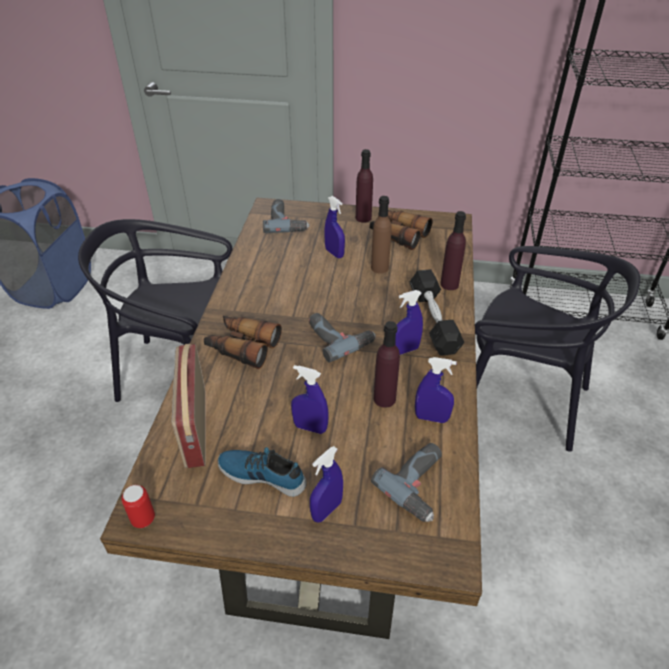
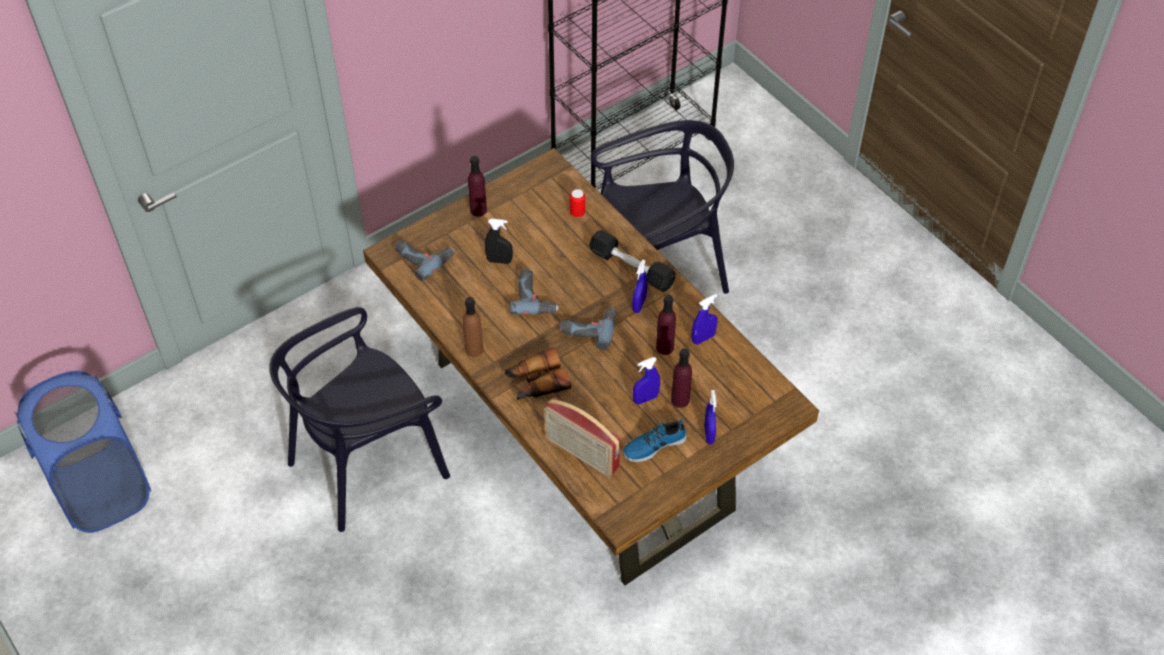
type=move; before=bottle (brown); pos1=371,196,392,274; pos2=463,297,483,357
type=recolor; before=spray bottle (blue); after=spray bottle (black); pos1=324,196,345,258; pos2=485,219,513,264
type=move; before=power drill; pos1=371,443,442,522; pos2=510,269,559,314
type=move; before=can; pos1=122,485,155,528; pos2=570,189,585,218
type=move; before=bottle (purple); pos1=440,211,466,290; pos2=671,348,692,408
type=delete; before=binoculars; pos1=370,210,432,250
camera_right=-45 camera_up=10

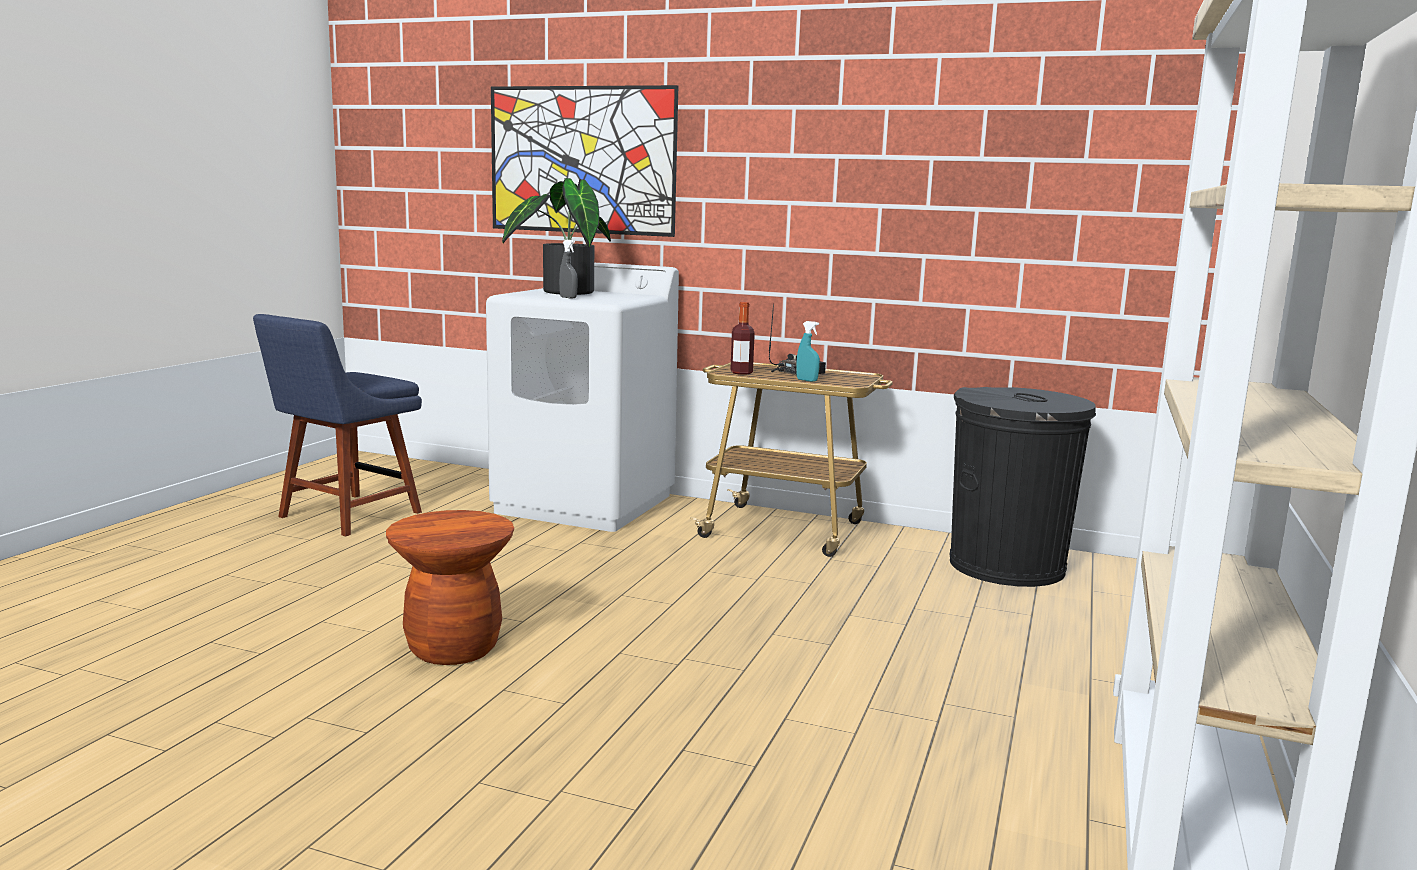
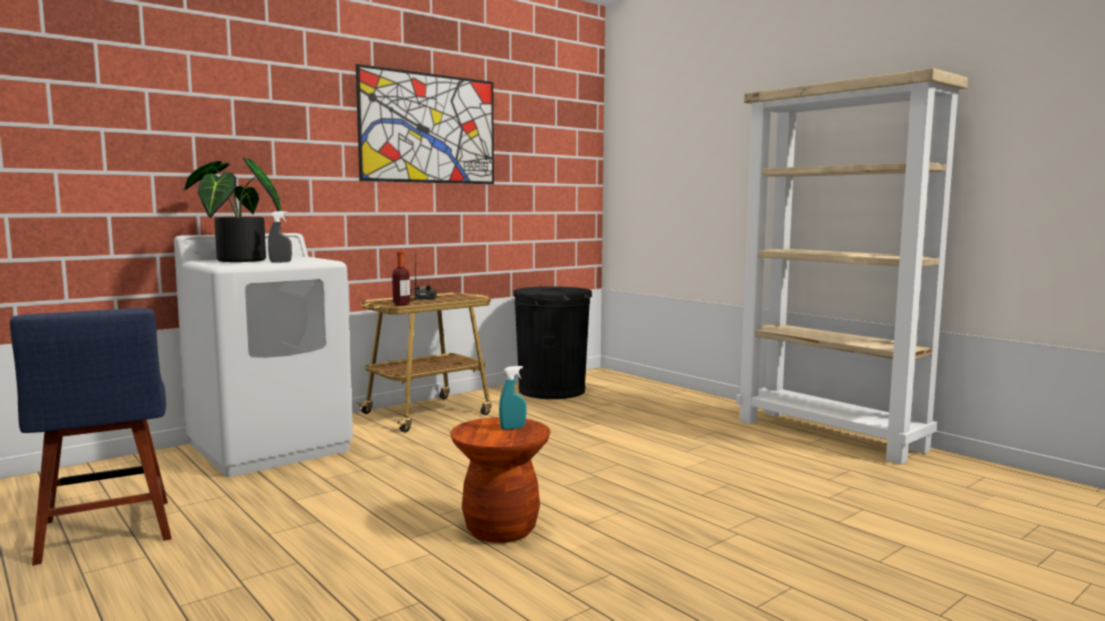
type=move; before=picture; pos1=491,85,678,237; pos2=356,64,494,184
type=move; before=spray bottle (turquoise); pos1=796,321,820,382; pos2=499,366,526,430
camera_right=-60 camera_up=-5

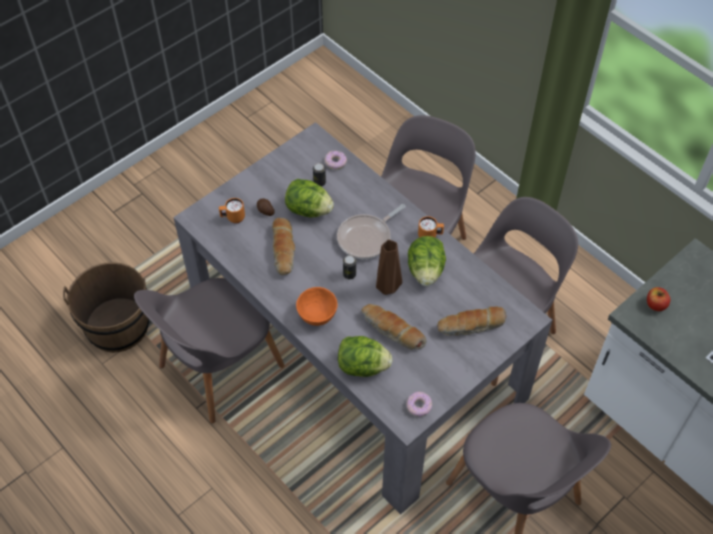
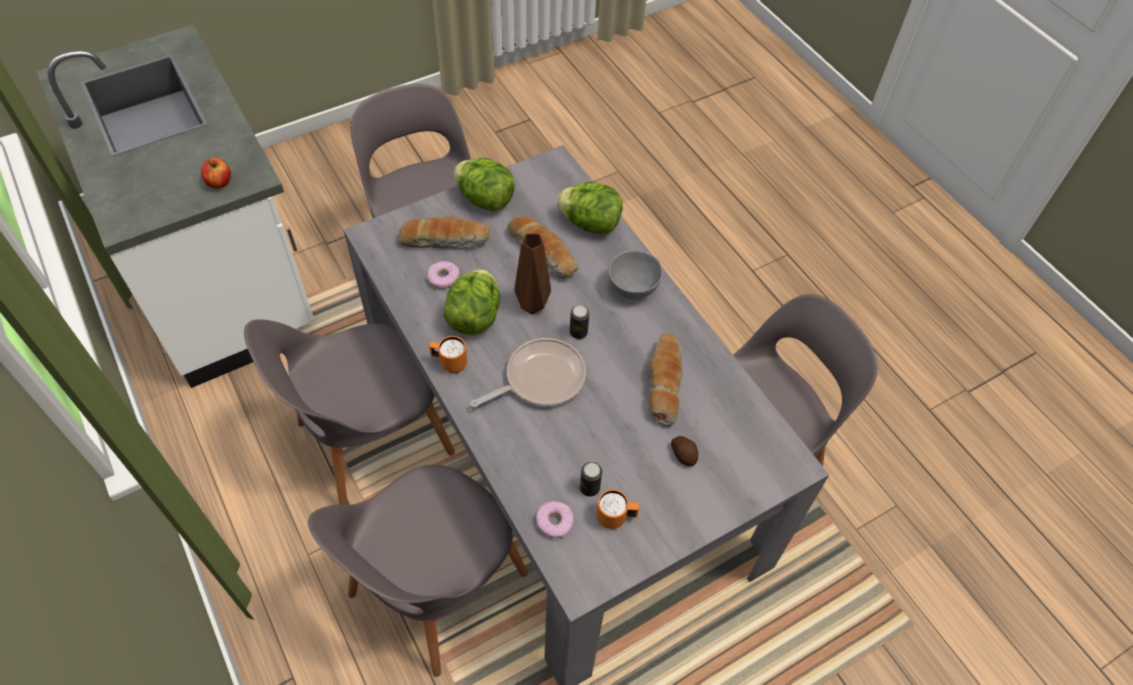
type=move; before=donut; pos1=406,392,432,417; pos2=427,261,459,289
type=move; before=lettuce; pos1=285,179,334,217; pos2=454,158,515,212
type=move; before=mug (orange); pos1=219,198,245,223; pos2=597,489,639,529
type=recolor; before=bowl (orange); after=bowl (grey); pos1=296,287,337,326; pos2=609,250,663,299
type=delete; before=bucket (brown); pos1=63,262,149,353
camera_right=-170 camera_up=0

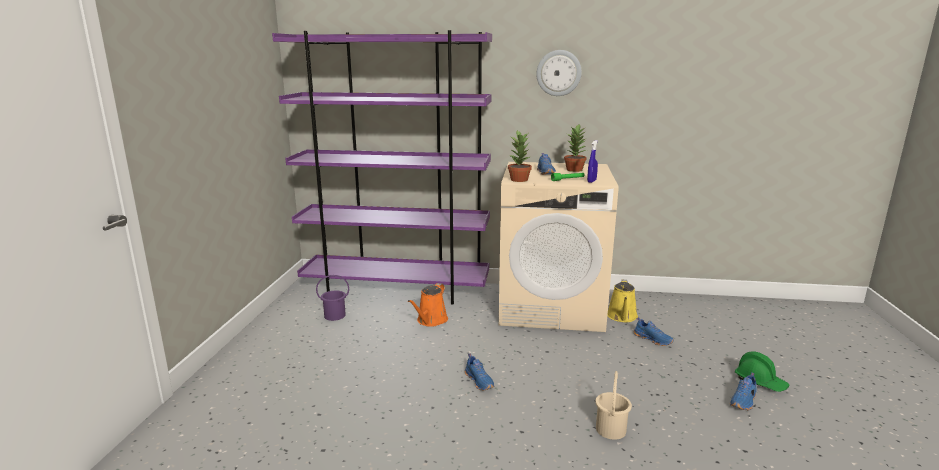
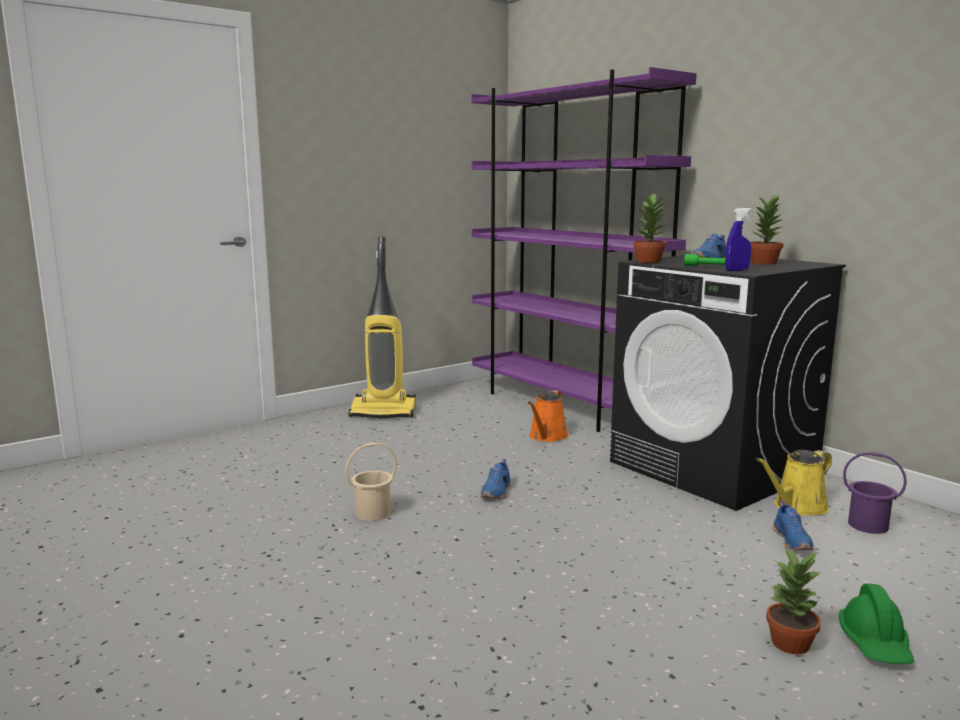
type=move; before=bucket (beige); pos1=595,371,632,440; pos2=346,443,397,521
type=insert; after=vacuum cleaner; pos2=348,236,416,419
type=rotate; before=watering can (orange); pos1=408,283,448,327; pos2=528,390,569,442; turn=-45
type=recolor; before=washing machine (beige); after=washing machine (black); pos1=499,162,619,332; pos2=610,255,846,511
type=replace; before=shoe (blue); after=potted plant; pos1=730,373,757,410; pos2=766,547,821,655
type=move; before=bucket (purple); pos1=316,275,349,321; pos2=843,452,907,534
type=delete; before=wall clock; pos1=536,50,582,96
camera_right=45 camera_up=-5

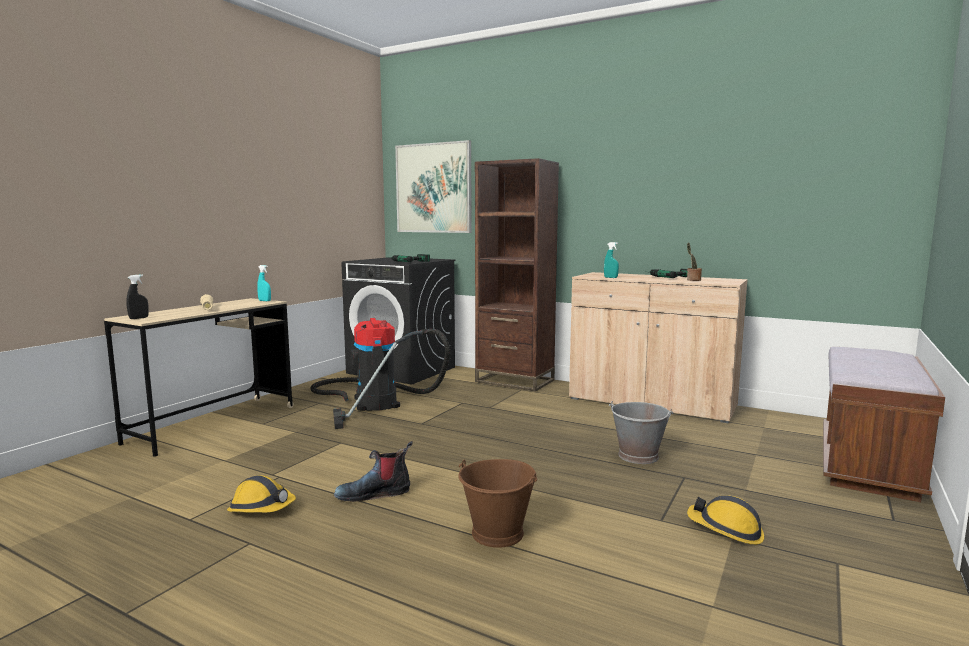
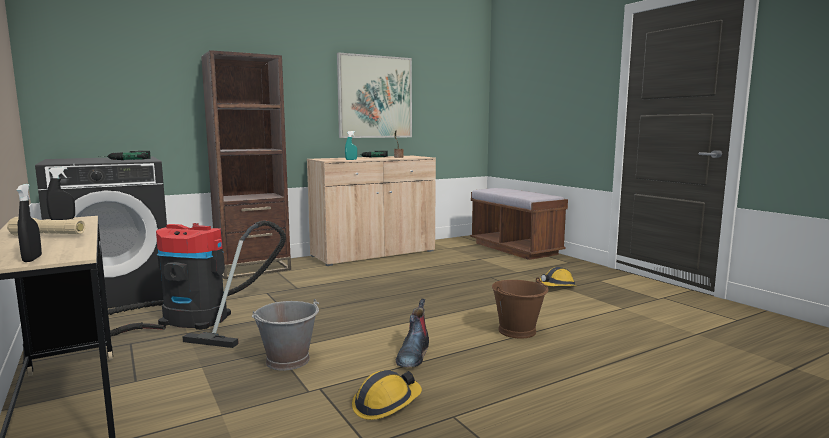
type=recolor; before=spray bottle (turquoise); after=spray bottle (black); pos1=257,265,271,301; pos2=46,167,75,220
type=move; before=bucket (grey); pos1=609,401,673,464; pos2=252,299,319,371
type=move; before=picture; pos1=395,140,472,233; pos2=337,52,412,138
camera_right=-60 camera_up=0

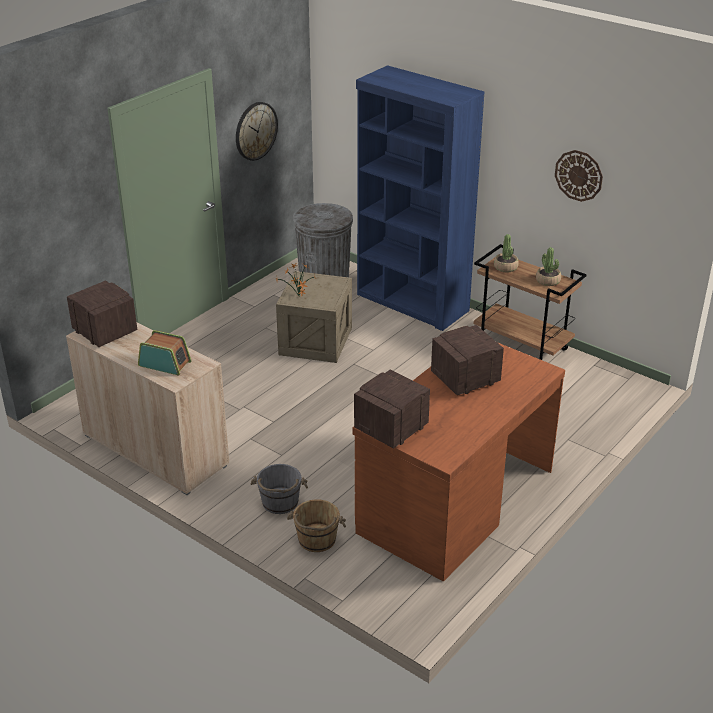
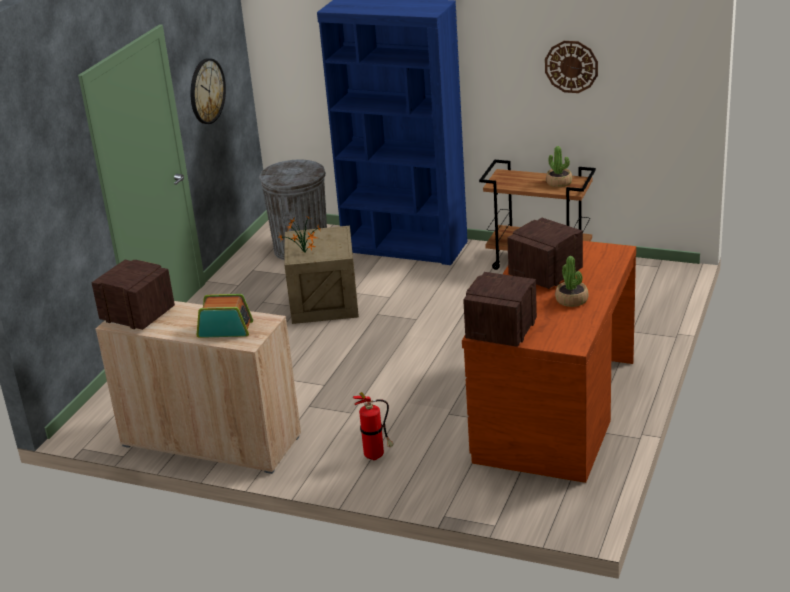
type=replace; before=bucket (grey); after=fire extinguisher; pos1=251,464,308,514; pos2=353,392,394,461
type=move; before=potted plant; pos1=494,234,519,272; pos2=555,256,589,307
type=delete; before=bucket (brown); pos1=287,499,346,552
camera_right=-15 camera_up=-5

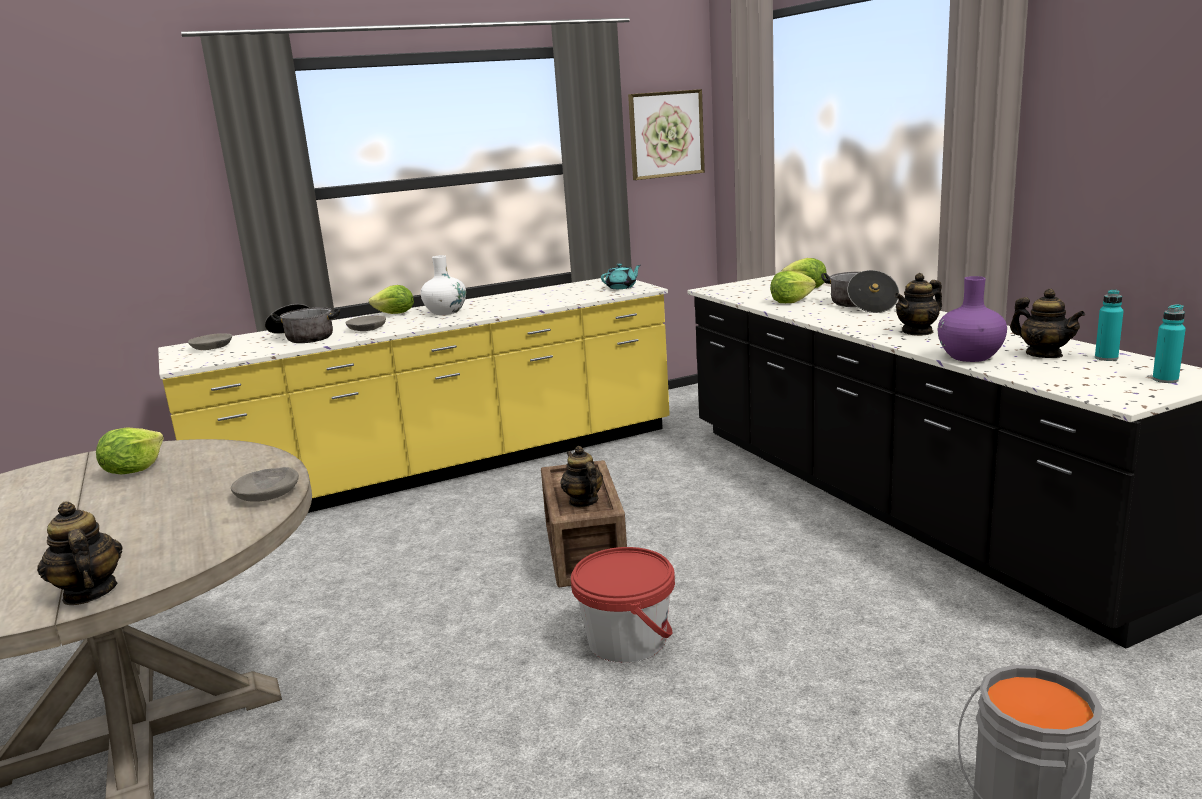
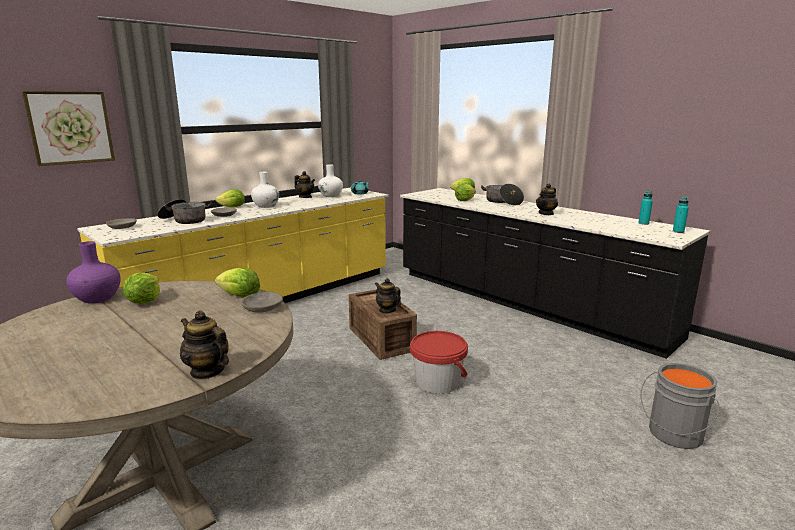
type=move; before=picture; pos1=628,89,705,180; pos2=22,91,115,166
type=move; before=vase (purple); pos1=938,276,1007,362; pos2=66,241,121,303
type=insert; after=lettuce; pos2=215,268,260,297
type=move; before=teapot; pos1=1010,289,1085,358; pos2=294,171,315,198
type=insert; after=vase (white); pos2=318,164,343,197
camera_right=-20 camera_up=0

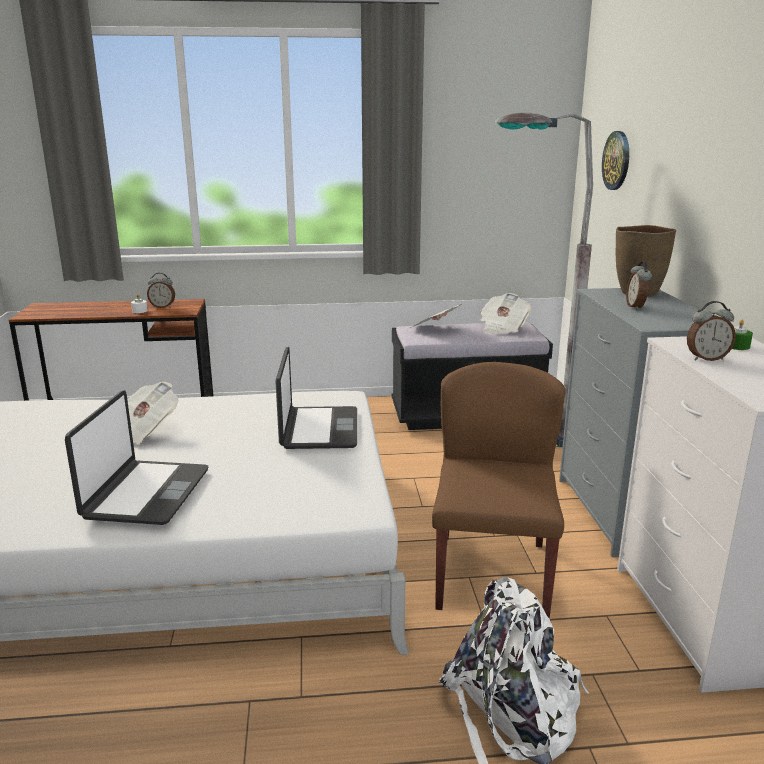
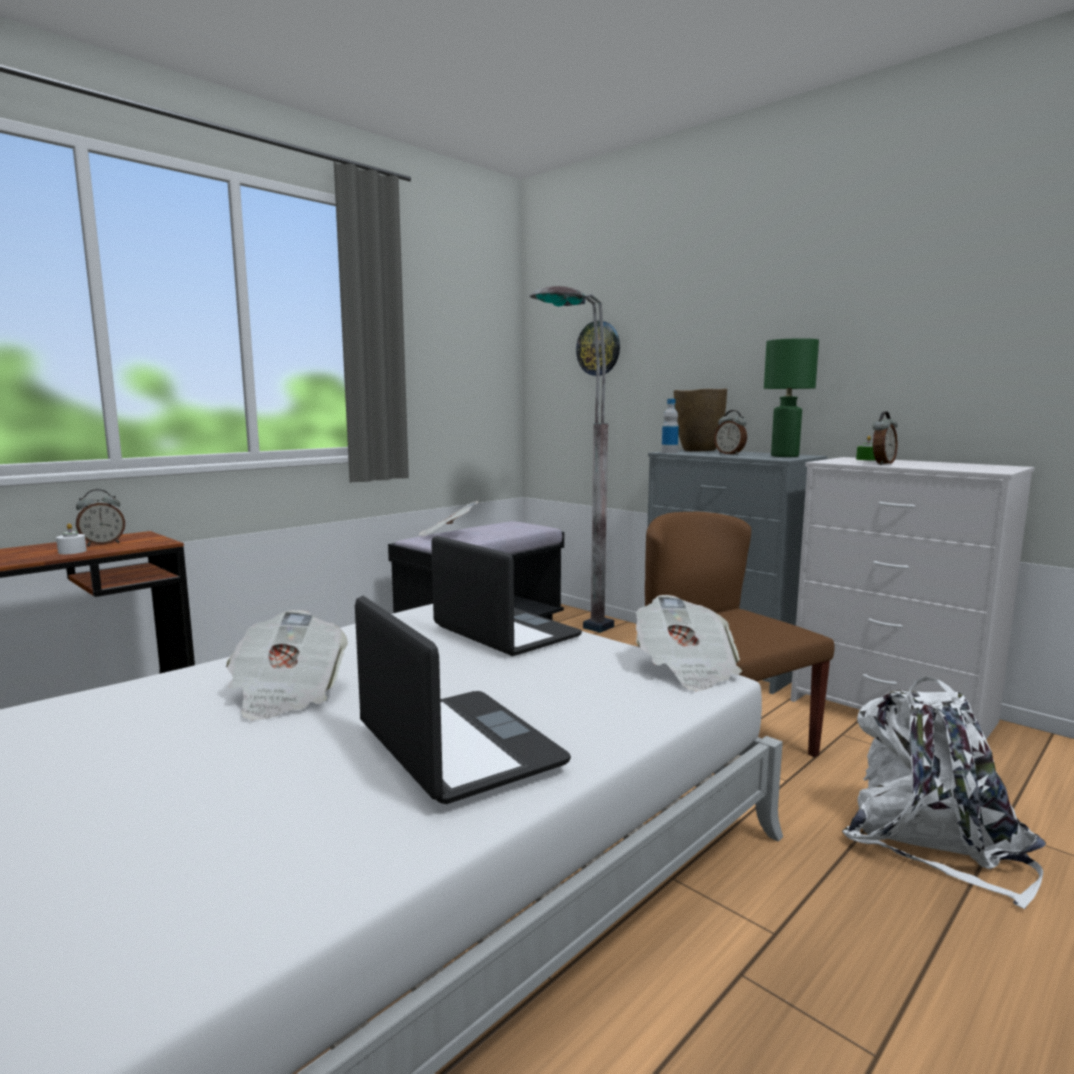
type=move; before=newspaper; pos1=480,293,532,334; pos2=636,595,742,692
type=insert; after=bottle; pos2=662,399,679,453
type=insert; after=table lamp (green); pos2=764,338,819,457
camera_right=-40 camera_up=-10

